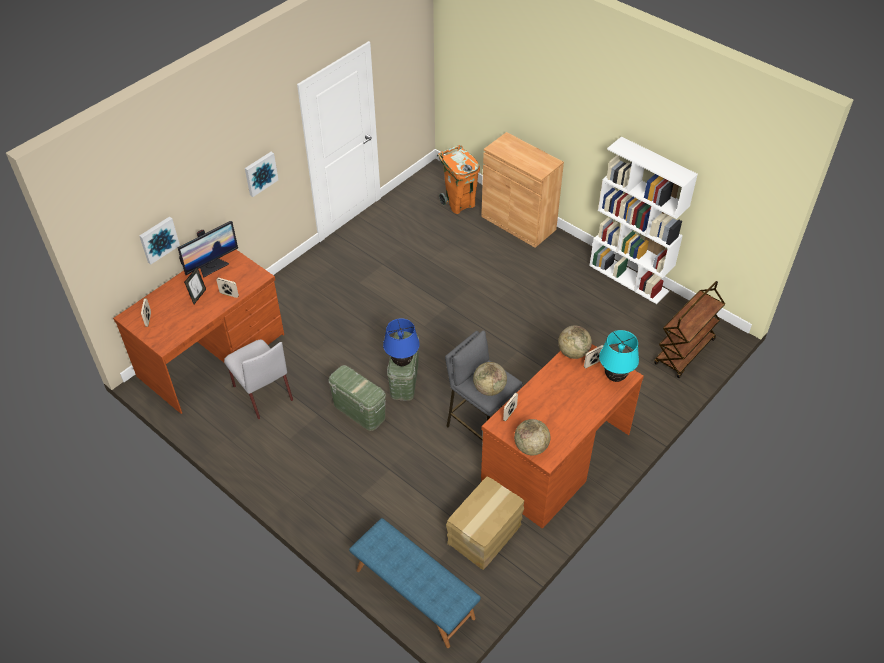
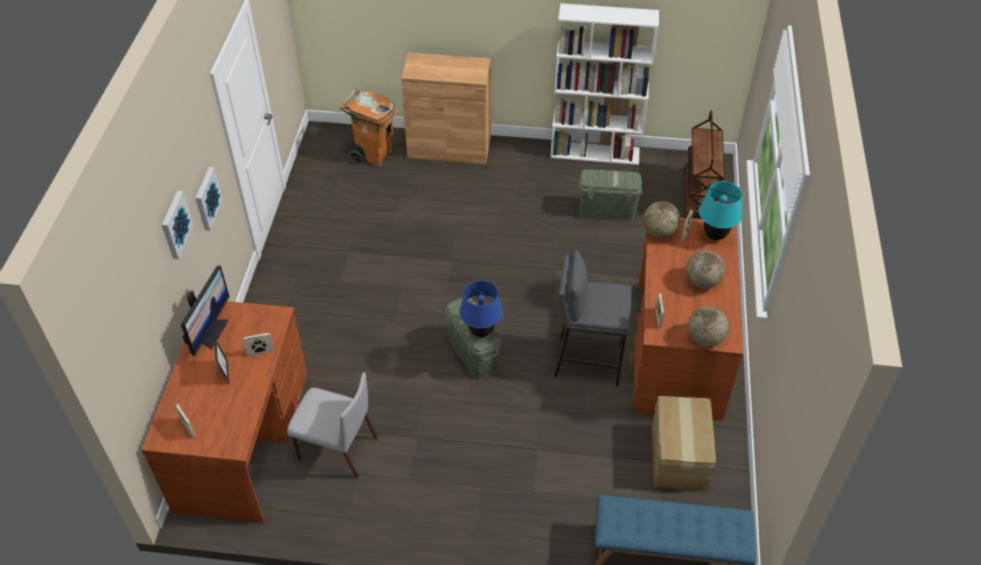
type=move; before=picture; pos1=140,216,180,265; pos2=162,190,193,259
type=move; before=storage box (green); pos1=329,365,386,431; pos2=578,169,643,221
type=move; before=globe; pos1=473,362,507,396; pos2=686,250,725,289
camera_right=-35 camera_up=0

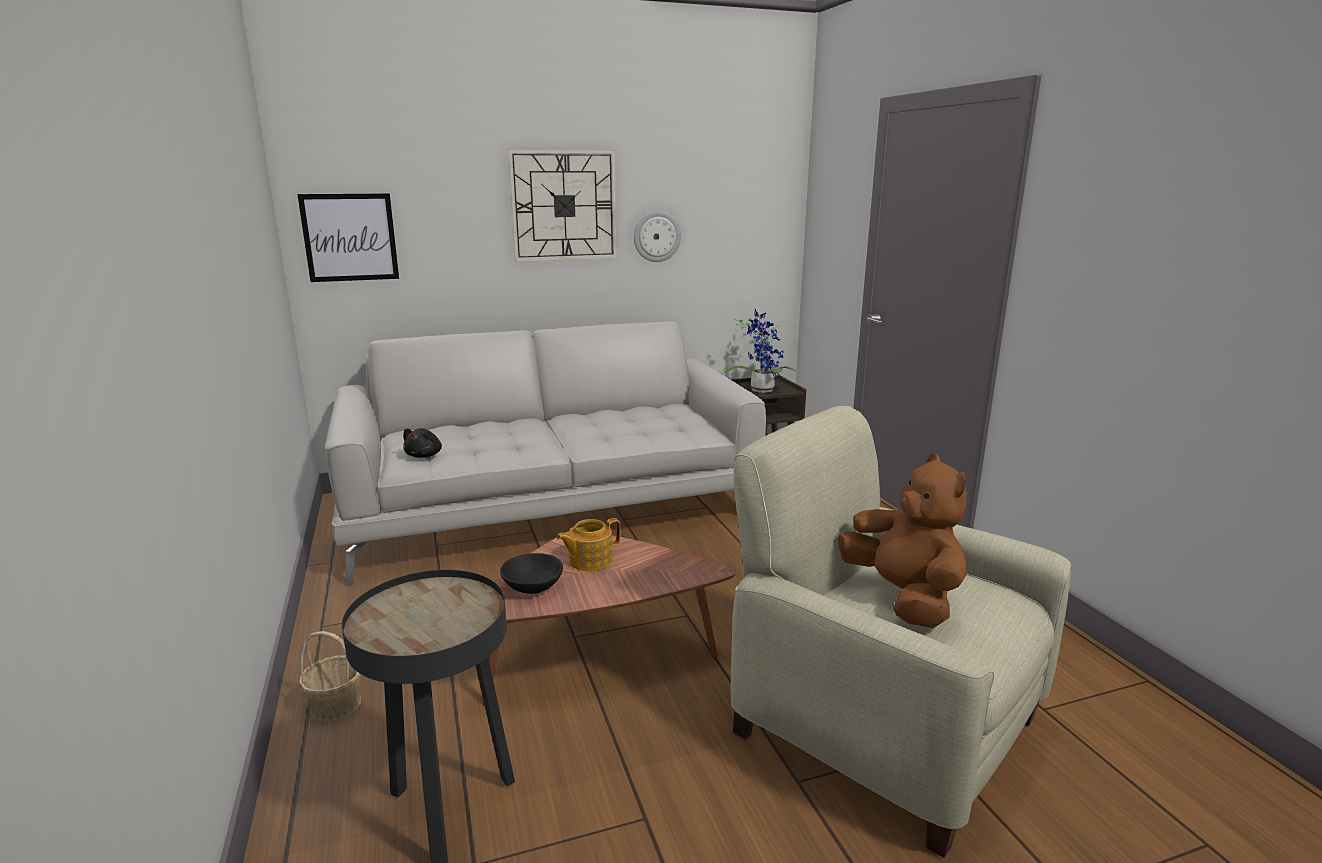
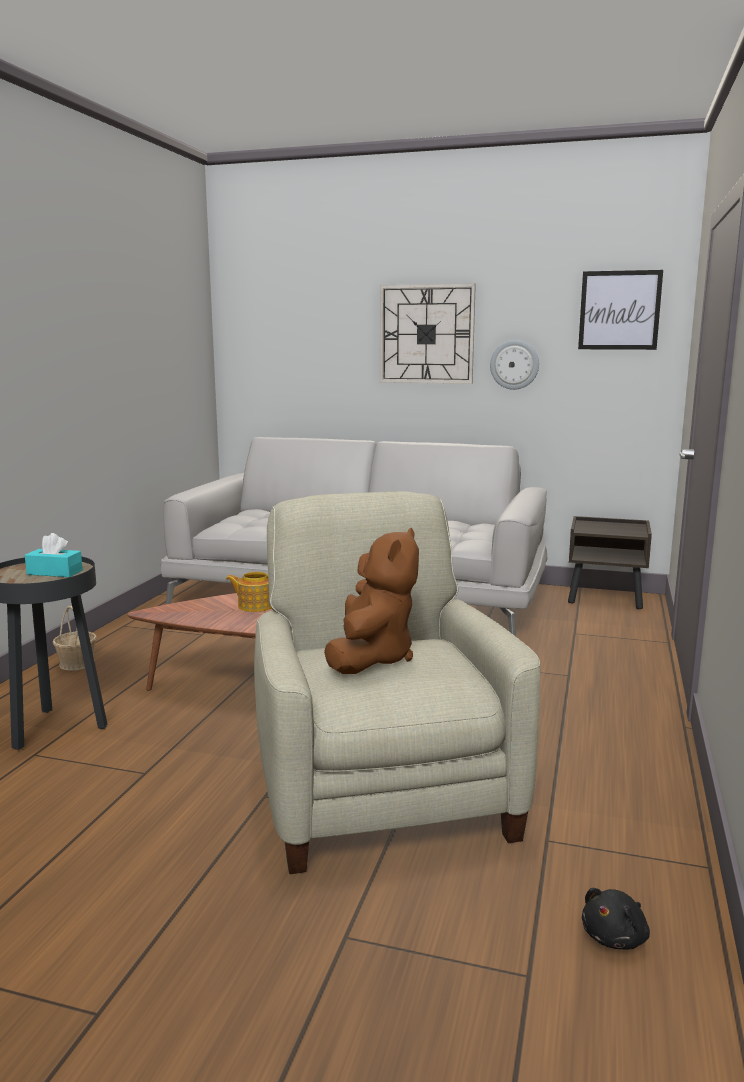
type=insert; after=tissue box (turquoise); pos2=25,533,83,577
type=move; before=picture; pos1=297,193,399,282; pos2=578,270,663,350
type=move; before=plush toy (black); pos1=403,428,442,458; pos2=582,888,650,949
type=delete; before=bowl (black); pos1=500,553,563,594
type=delete; before=potted plant; pos1=725,309,796,393
camera_right=35 camera_up=-5

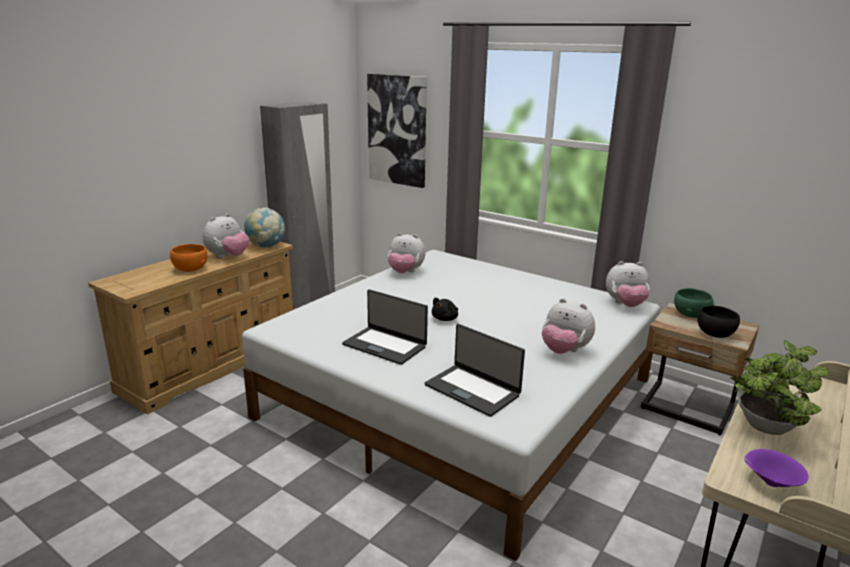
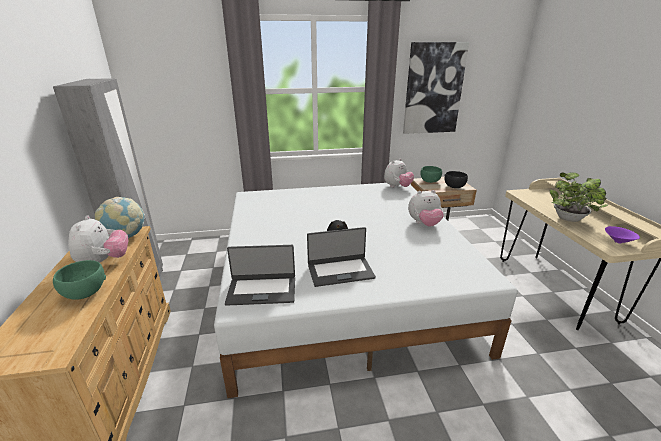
type=recolor; before=bowl (orange); after=bowl (green); pos1=170,244,207,272; pos2=53,260,106,300
type=move; before=laptop; pos1=425,324,525,417; pos2=225,245,295,306
type=move; before=picture; pos1=367,74,427,188; pos2=403,42,469,134
type=delete; before=plush toy; pos1=388,233,425,273
camera_right=-45 camera_up=5

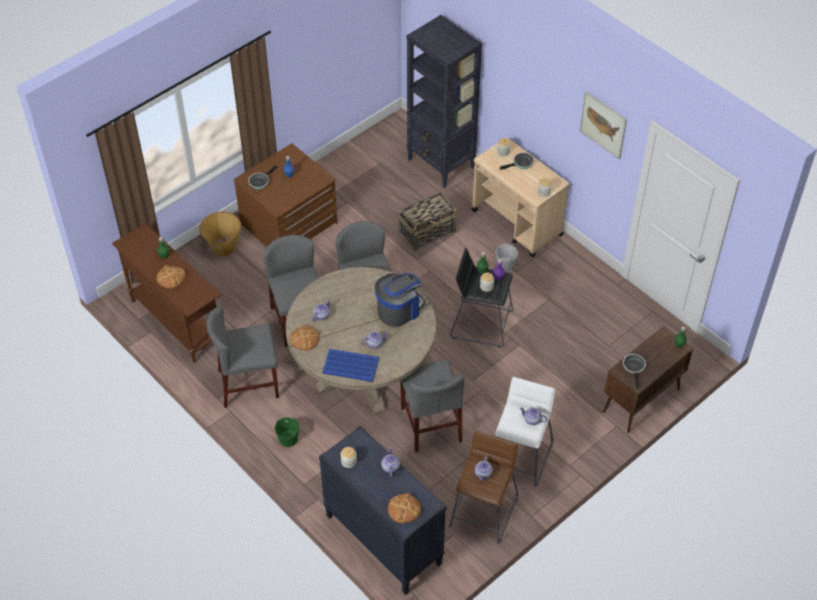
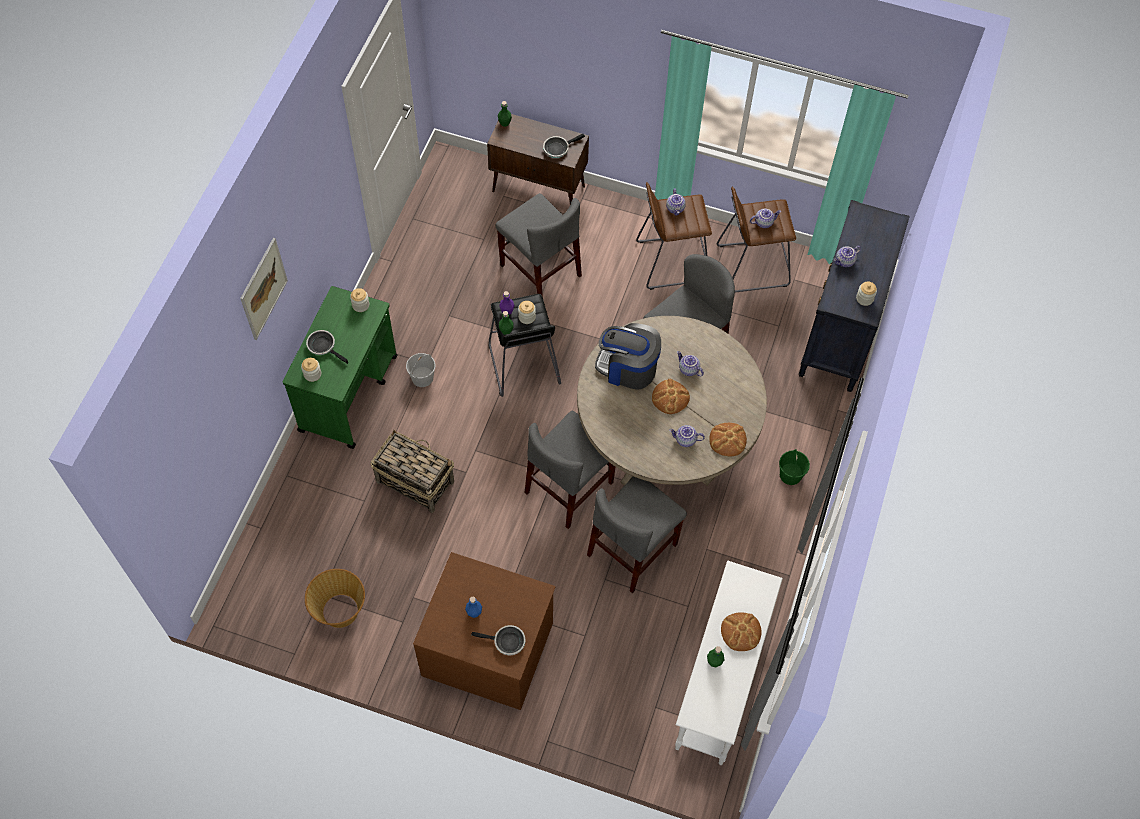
type=move; before=picture; pos1=579,91,627,159; pos2=240,238,288,340
type=recolor; before=cart (beige); after=cart (green); pos1=472,137,570,257; pos2=283,286,397,449
type=move; before=basket; pos1=199,212,241,256; pos2=305,569,365,628
type=move; before=chair (grey); pos1=207,307,279,408; pos2=496,193,582,297
type=recolor; before=stool (white); after=stool (brown); pos1=495,377,555,487; pos2=636,182,712,290
type=move; before=bread; pos1=388,493,421,523; pos2=652,379,690,414
type=recolor; before=console table (brown); after=console table (white); pos1=112,223,221,363; pos2=675,561,783,765
type=delete; before=tray (blue); pos1=322,349,379,382
type=delete; before=bookcase (black); pos1=407,15,482,188
camera_right=-120 camera_up=10

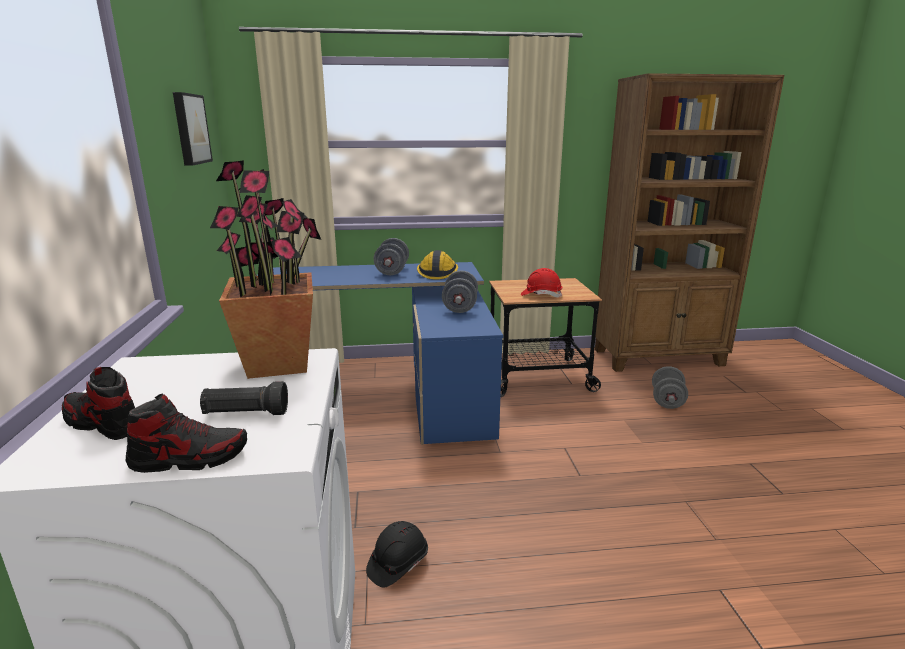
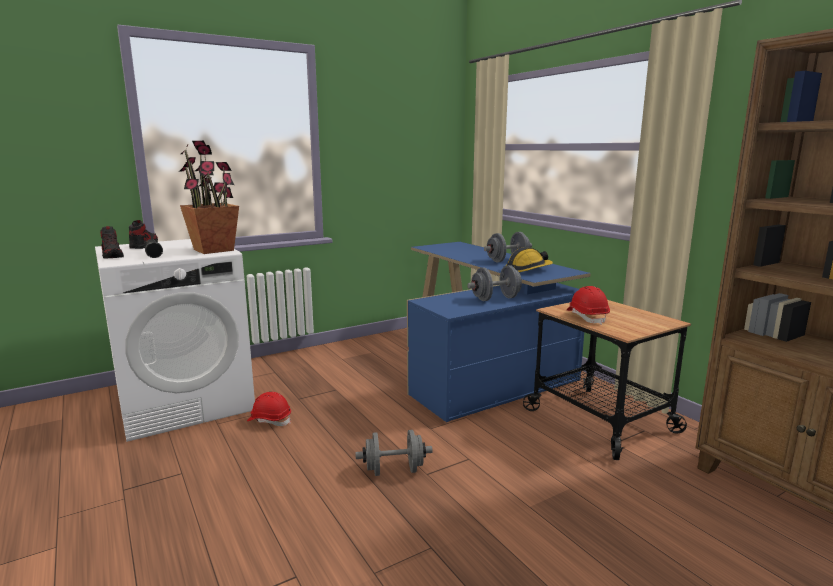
type=recolor; before=hard hat (black); after=hard hat (red); pos1=366,521,428,587; pos2=247,392,291,426
type=move; before=dumbbell (grey); pos1=652,366,688,409; pos2=355,430,432,476
type=delete; before=picture; pos1=173,92,213,166
camera_right=65 camera_up=-5

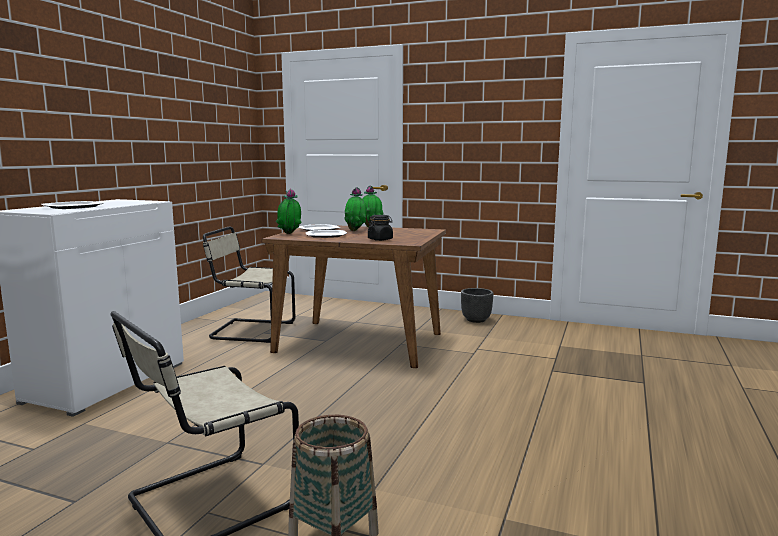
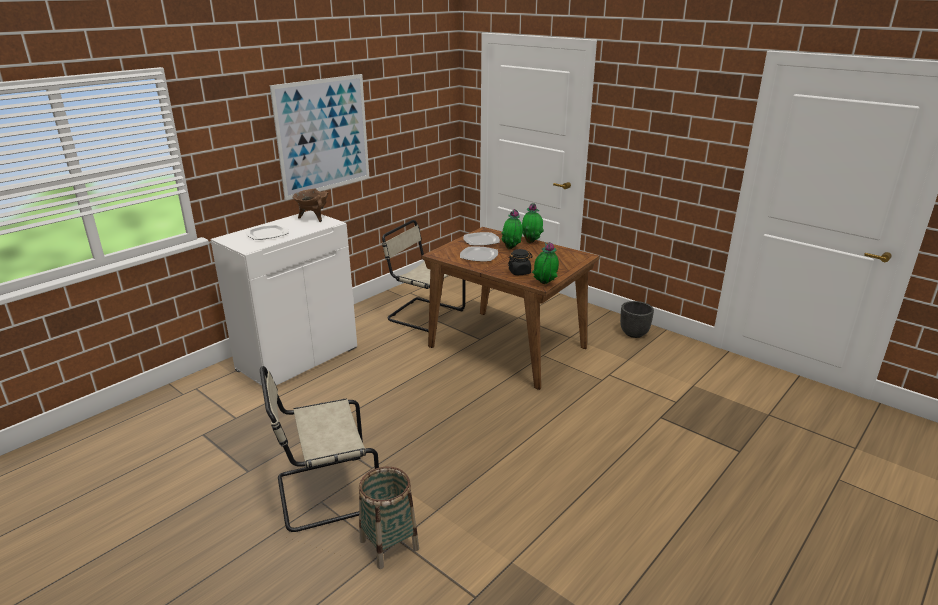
type=insert; after=picture; pos2=270,74,369,200
type=insert; after=cooking pot (brown); pos2=292,188,329,222
type=move; before=potted plant; pos1=276,189,302,234; pos2=532,242,559,284
camera_right=20 camera_up=15

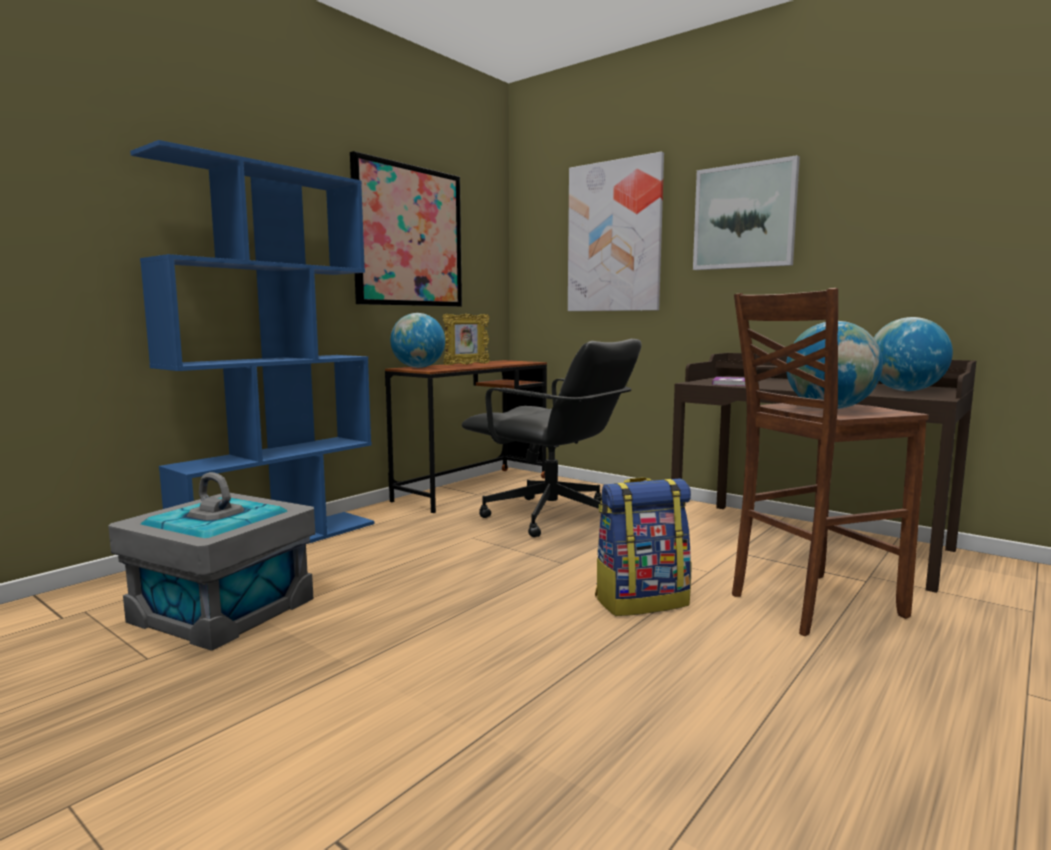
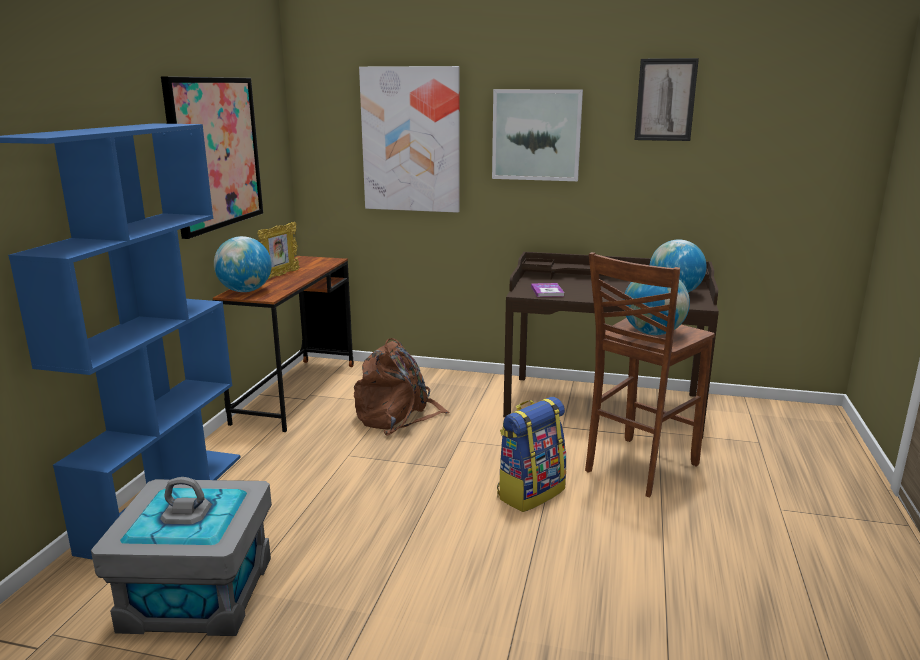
type=replace; before=office chair (black); after=backpack (brown); pos1=462,339,642,537; pos2=354,338,450,435
type=insert; after=picture; pos2=635,58,699,141
camera_right=-25 camera_up=10

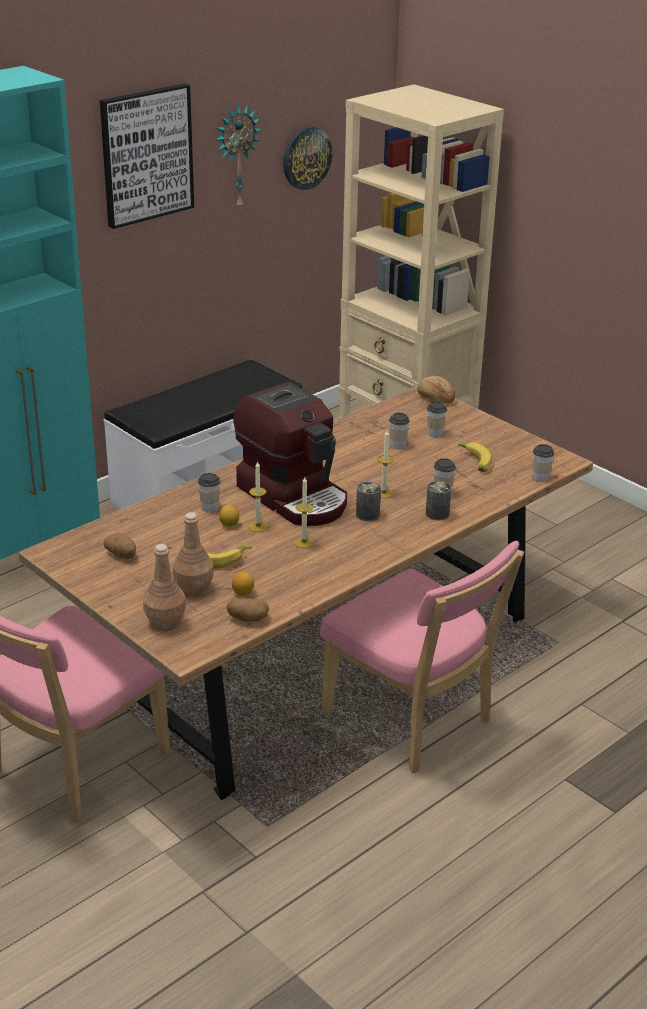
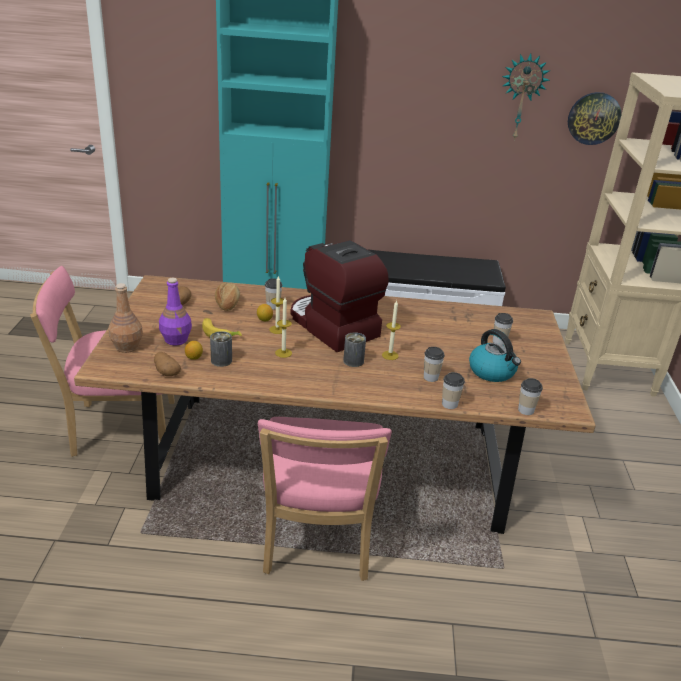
type=recolor; before=bottle (brown); after=bottle (purple); pos1=173,512,214,597; pos2=159,278,192,346
type=move; before=can; pos1=426,481,451,520; pos2=210,331,232,367
type=move; before=bread; pos1=417,376,455,403; pos2=215,283,240,311
type=rotate; before=coffee machine; pos1=233,382,347,526; pos2=290,240,389,352; turn=135
type=move; before=cup; pos1=389,413,410,449; pos2=442,372,465,409
type=replace; before=banana; after=kettle; pos1=457,441,492,472; pos2=469,329,521,382
type=delete; before=picture; pos1=100,83,194,229
camera_right=45 camera_up=0

